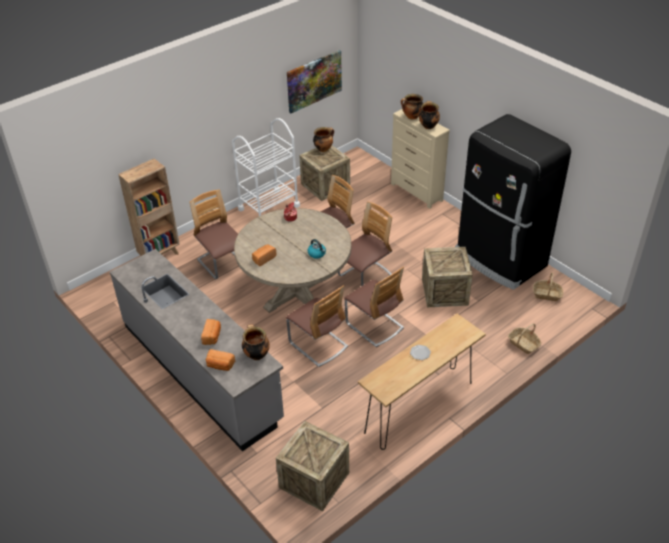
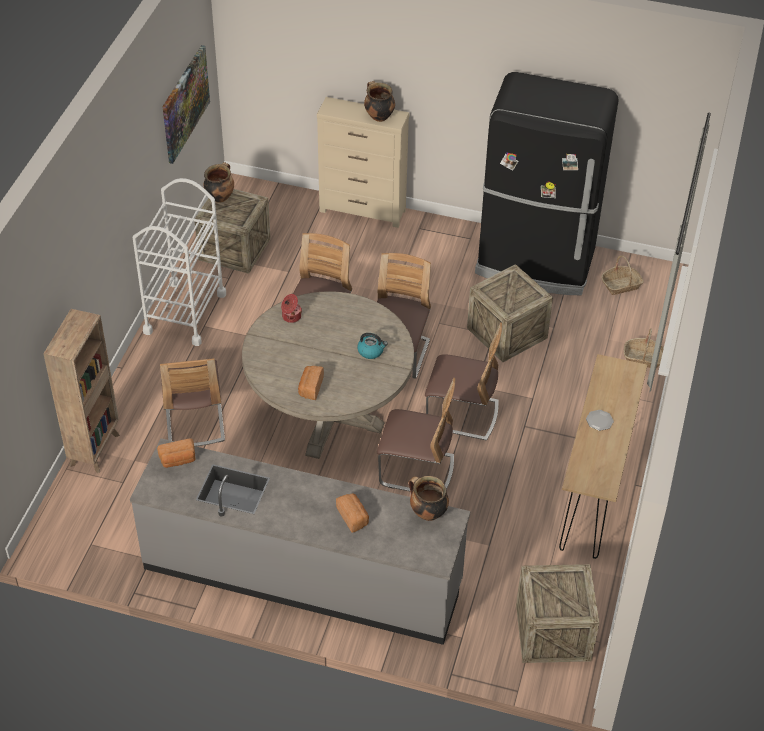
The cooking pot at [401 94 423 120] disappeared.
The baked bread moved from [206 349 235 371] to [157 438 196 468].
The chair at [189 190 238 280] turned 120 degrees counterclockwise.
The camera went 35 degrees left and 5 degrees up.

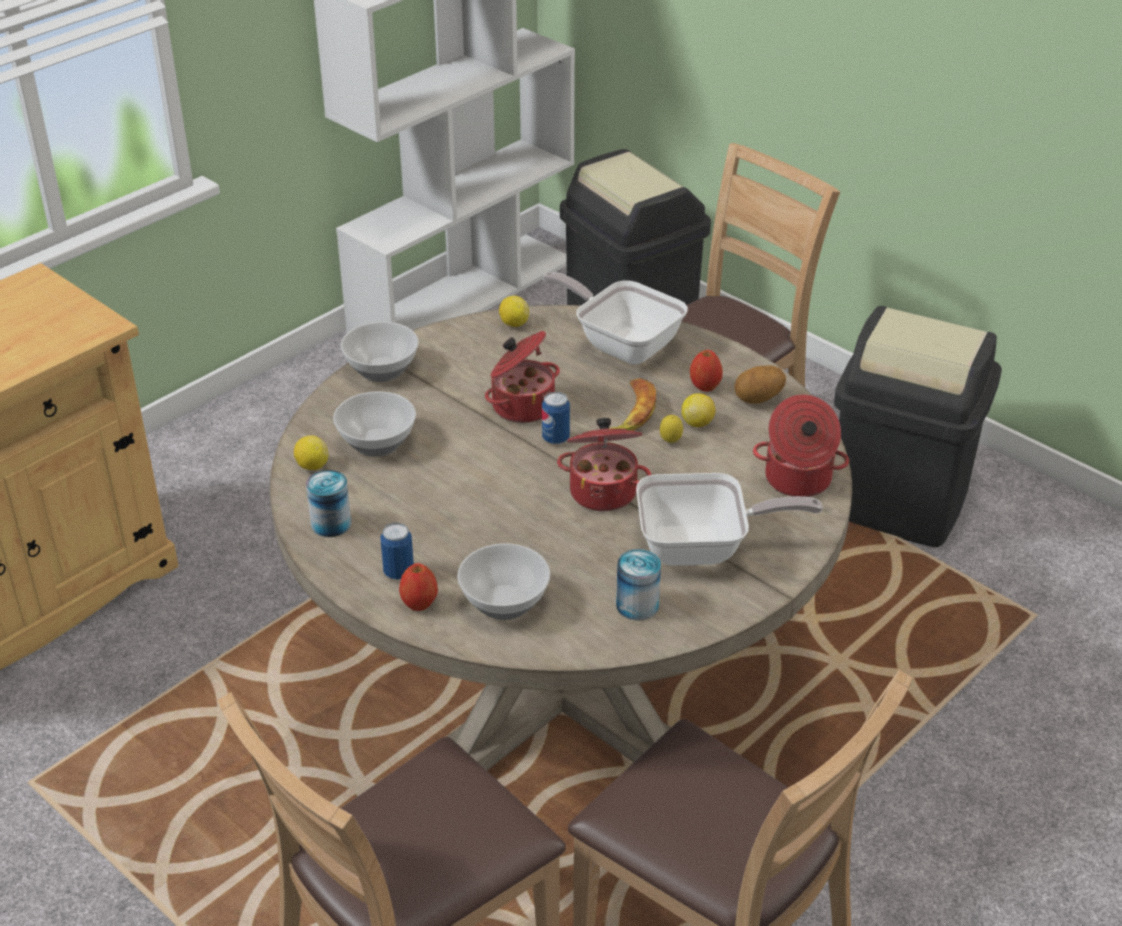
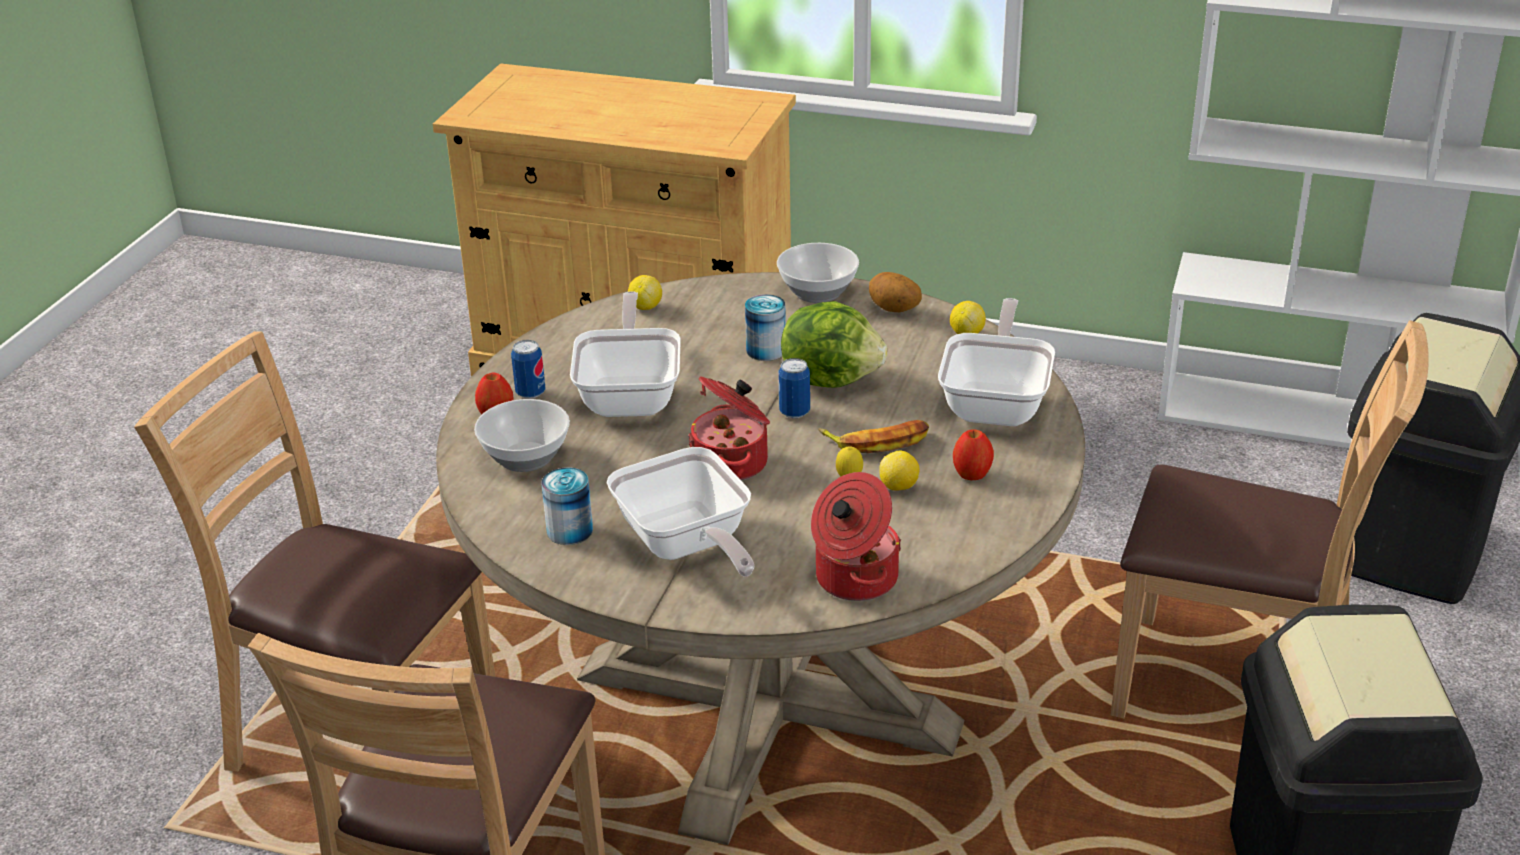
The bowl at [333 391 416 457] disappeared.
The skillet at [570 291 681 417] appeared.
The metal can moved from [306 470 351 537] to [745 294 786 361].
The spud moved from [734 366 786 404] to [869 272 922 312].
The cooking pot at [485 331 560 423] was replaced by the head of lettuce at [781 301 887 388].
The camera went 65 degrees right and 5 degrees down.

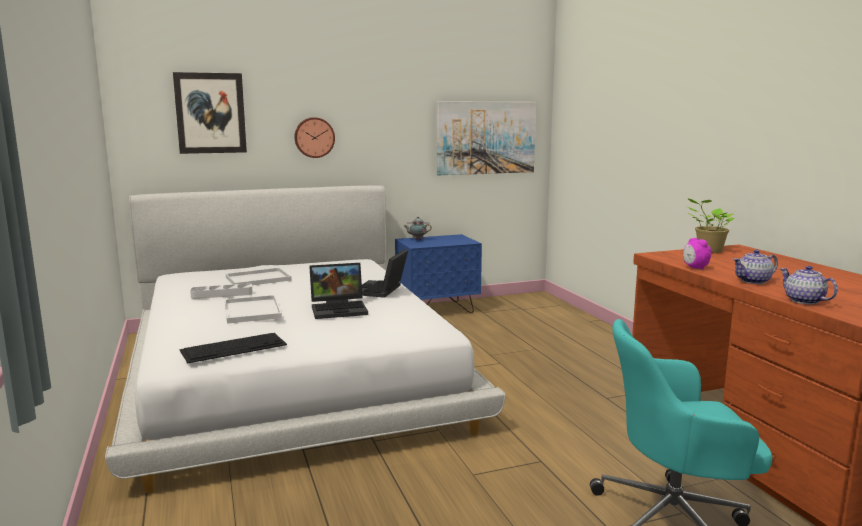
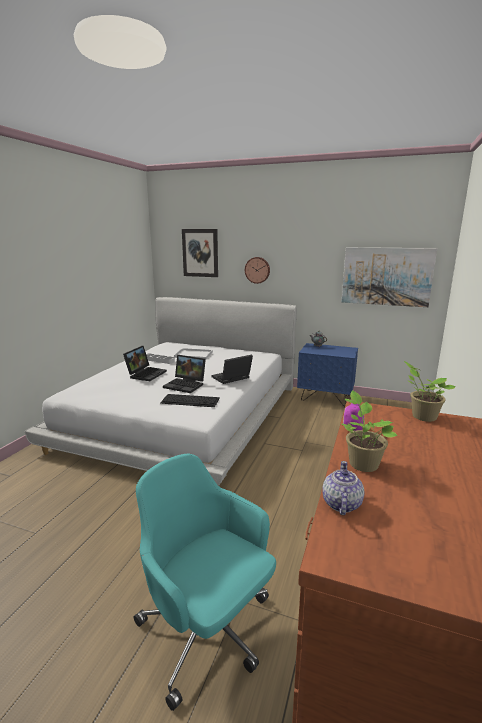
The keyboard moved from [179 333 287 363] to [160 394 220 407].
The white-coloured carrying tray at [225 295 282 324] was replaced by the notebook computer at [123 346 167 381].
The pot for tea at [733 249 778 284] was replaced by the houseplant at [341 390 398 472].
The camera went 40 degrees right and 5 degrees up.

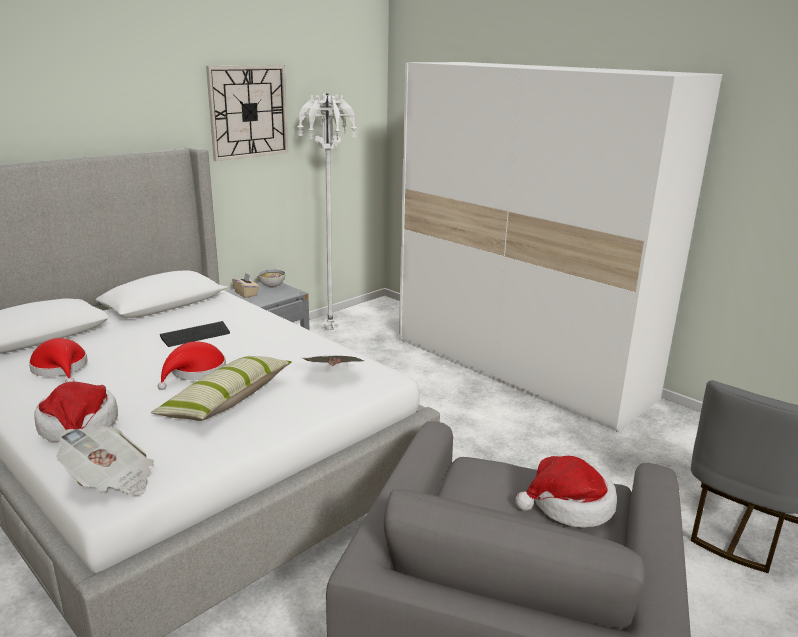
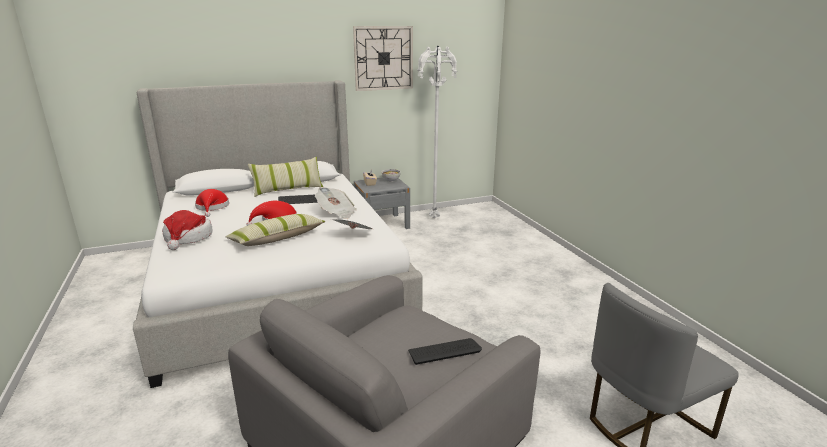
The white-coloured armoire at [399 62 722 432] disappeared.
The pillow at [248 157 323 197] appeared.
The printed paper moved from [56 426 154 495] to [315 187 357 219].
The wearable hat at [515 456 617 528] was replaced by the keyboard at [408 338 482 365].
The camera went 25 degrees right and 0 degrees up.

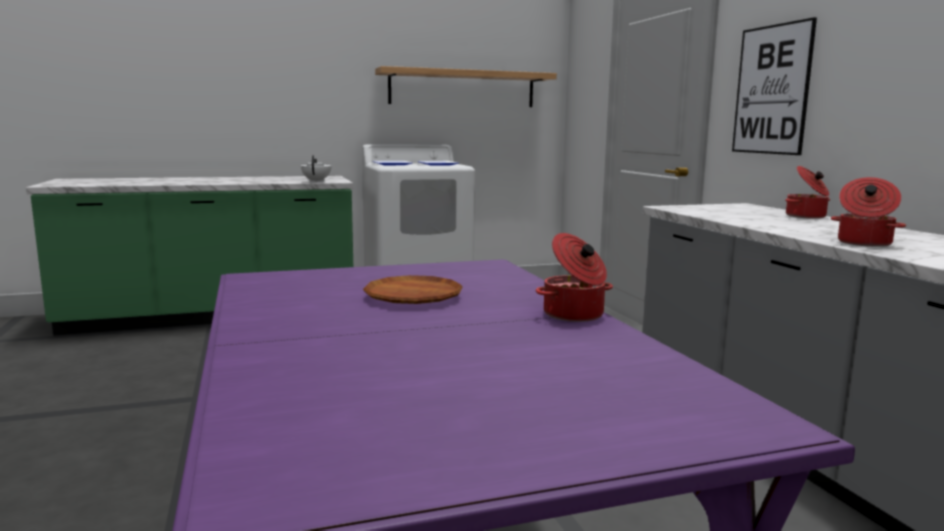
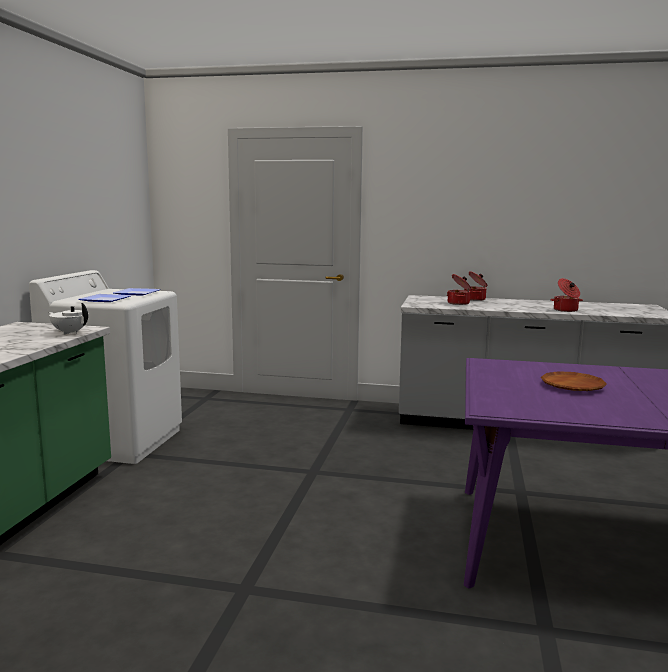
The bracket shelf at [375 66 557 107] disappeared.
The wall art at [732 17 817 155] disappeared.
The cooking pot moved from [535 233 613 322] to [447 274 471 305].
The camera went 60 degrees left and 0 degrees up.

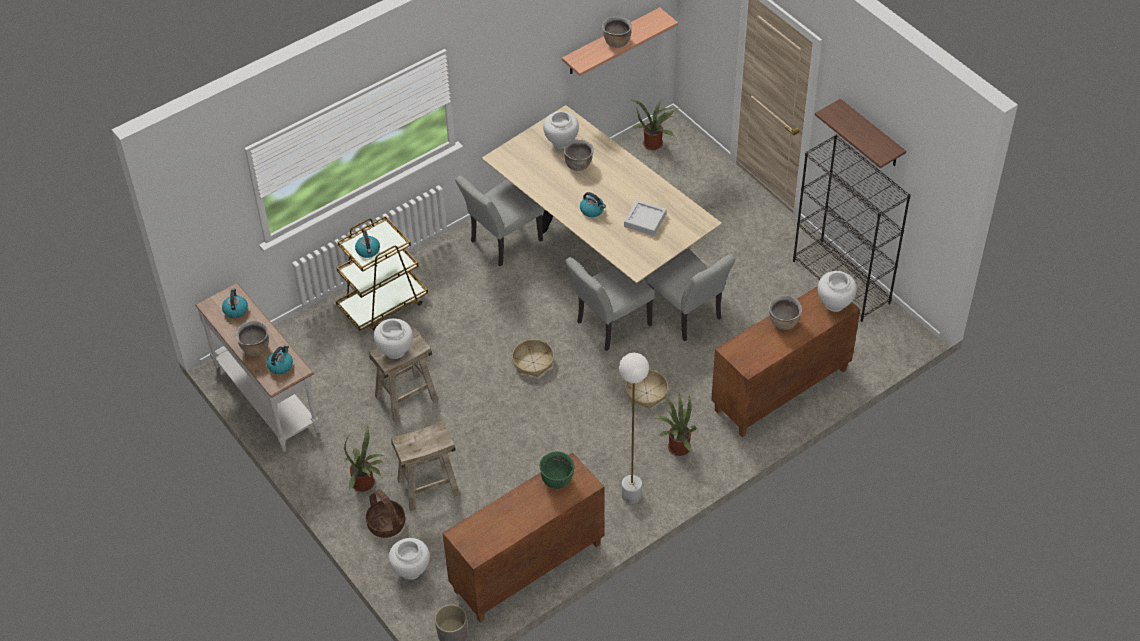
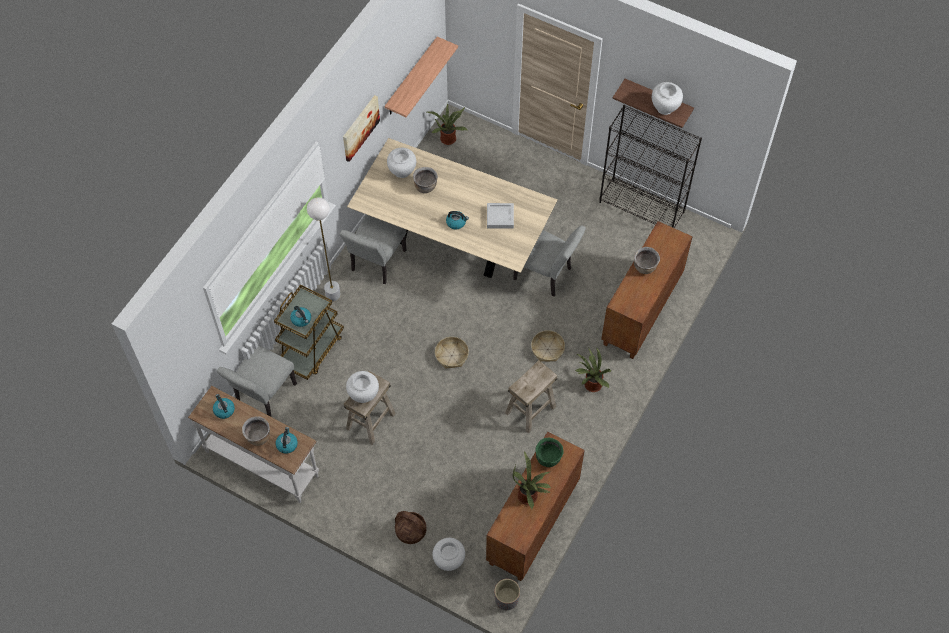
The brown cooking pot at [602 16 632 48] disappeared.
The wall art at [343 95 380 162] appeared.
The houseplant moved from [344 426 384 492] to [513 452 551 509].
The sand-coloured stool seat moved from [391 420 460 512] to [505 360 557 433].
The gray chair moved from [565 257 655 351] to [216 345 297 417].
The white-coloured floor lamp moved from [619 353 649 504] to [307 197 341 302].
The white-coloured vase moved from [818 271 857 312] to [652 82 683 115].
The camera went 25 degrees left and 10 degrees up.

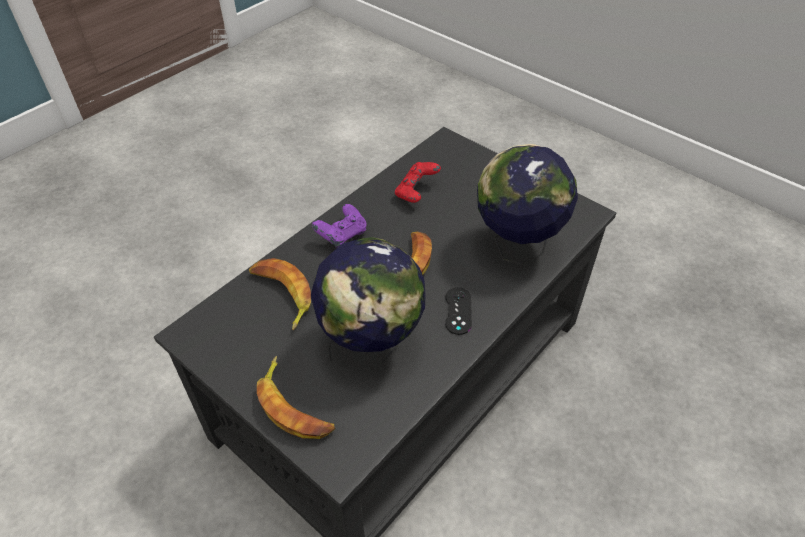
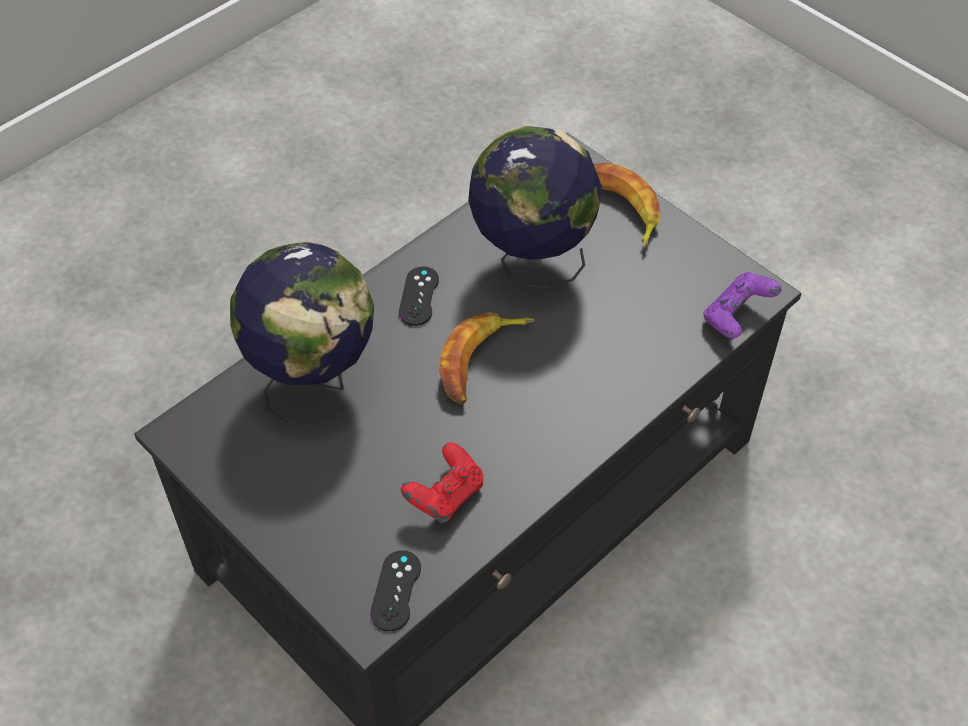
The banana fruit at [249 258 311 330] disappeared.
The black-coloured joypad at [370 550 421 631] appeared.
The purplish joypad moved from [312 204 366 247] to [703 272 782 339].
The camera went 175 degrees left and 5 degrees up.

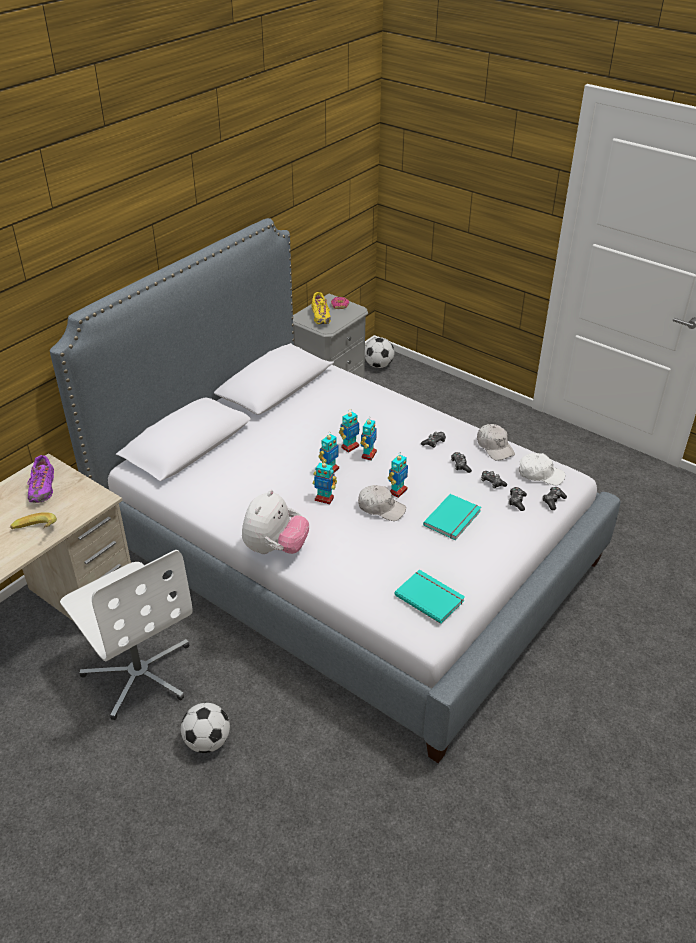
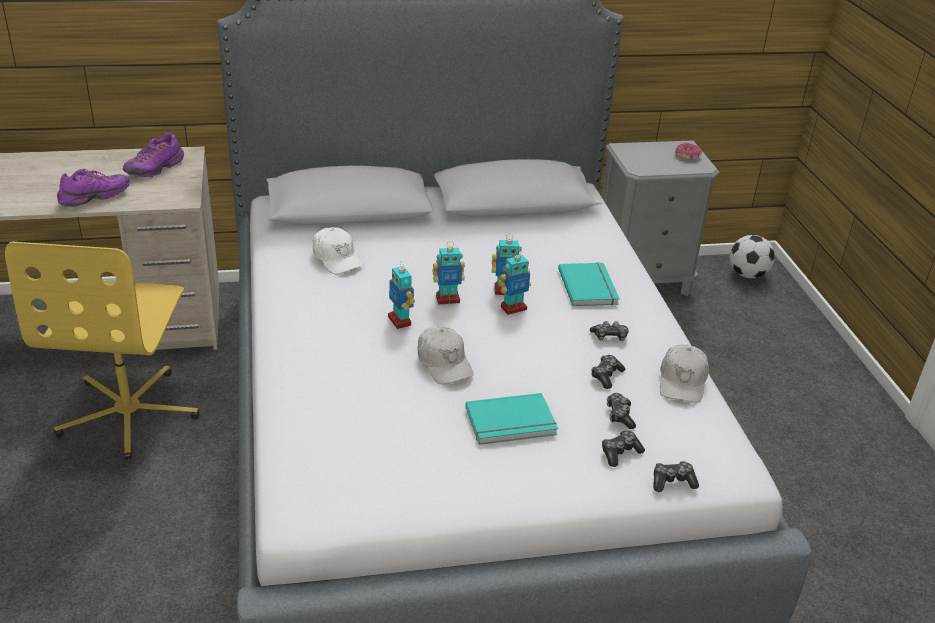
The ball for football at [181 703 230 753] disappeared.
The cuddly toy at [242 490 309 554] disappeared.
The yellow low shoe at [311 292 331 324] disappeared.
The robot figure at [388 452 408 498] disappeared.
The blue-green volume moved from [395 570 465 624] to [558 262 620 306].
The white-coloured peaked cap moved from [519 453 565 485] to [313 227 363 274].
The banana fruit at [10 512 57 529] was replaced by the purplish low shoe at [57 169 130 207].
The white-coloured office chair at [60 550 193 720] became the yellow office chair at [5 241 199 460].
The camera went 40 degrees right and 5 degrees down.

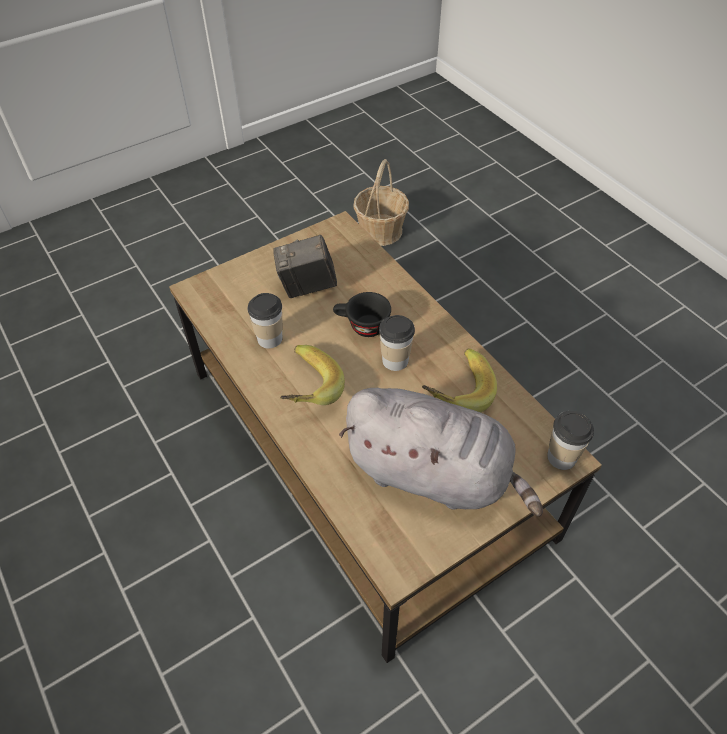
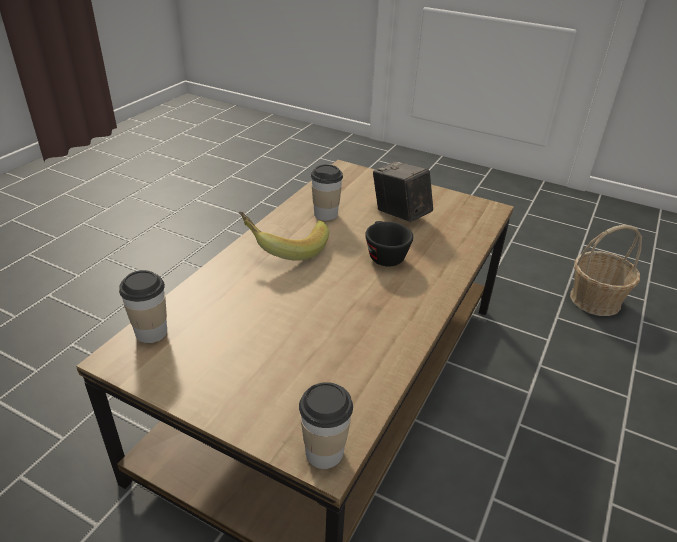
The gray cuddly toy at [339 388 543 517] disappeared.
The banana fruit at [422 349 497 412] disappeared.
The cup moved from [379 315 415 371] to [119 270 167 343].
The camera went 60 degrees right and 15 degrees down.

